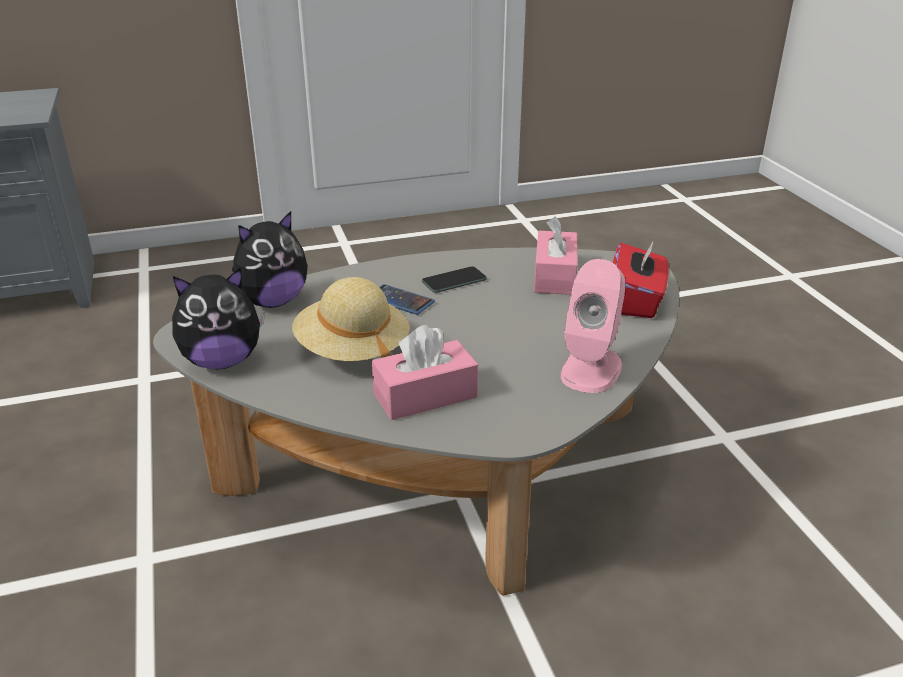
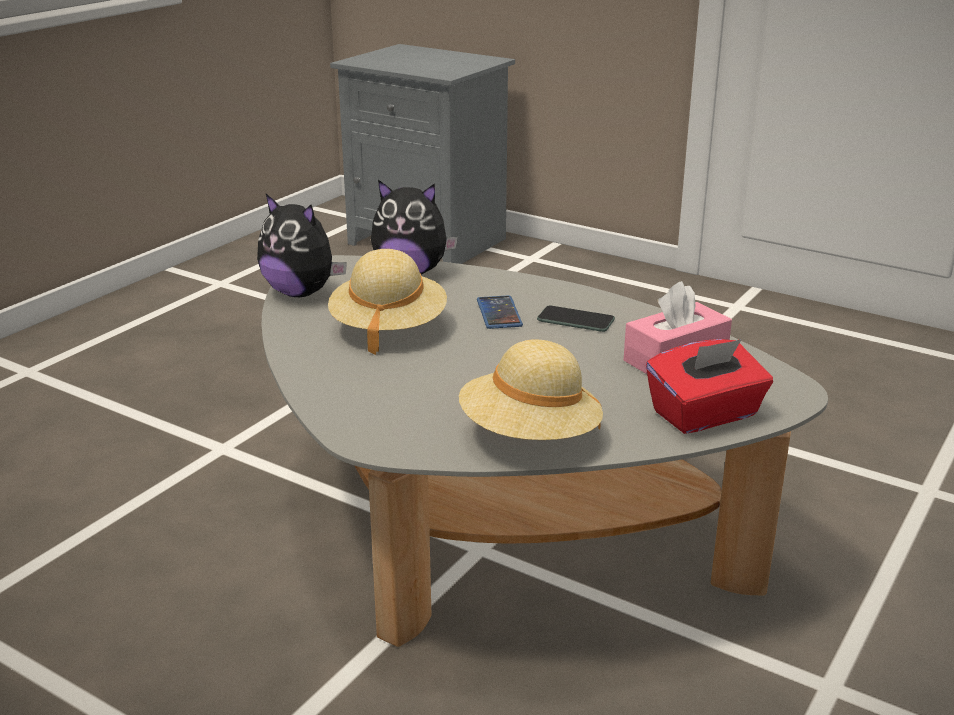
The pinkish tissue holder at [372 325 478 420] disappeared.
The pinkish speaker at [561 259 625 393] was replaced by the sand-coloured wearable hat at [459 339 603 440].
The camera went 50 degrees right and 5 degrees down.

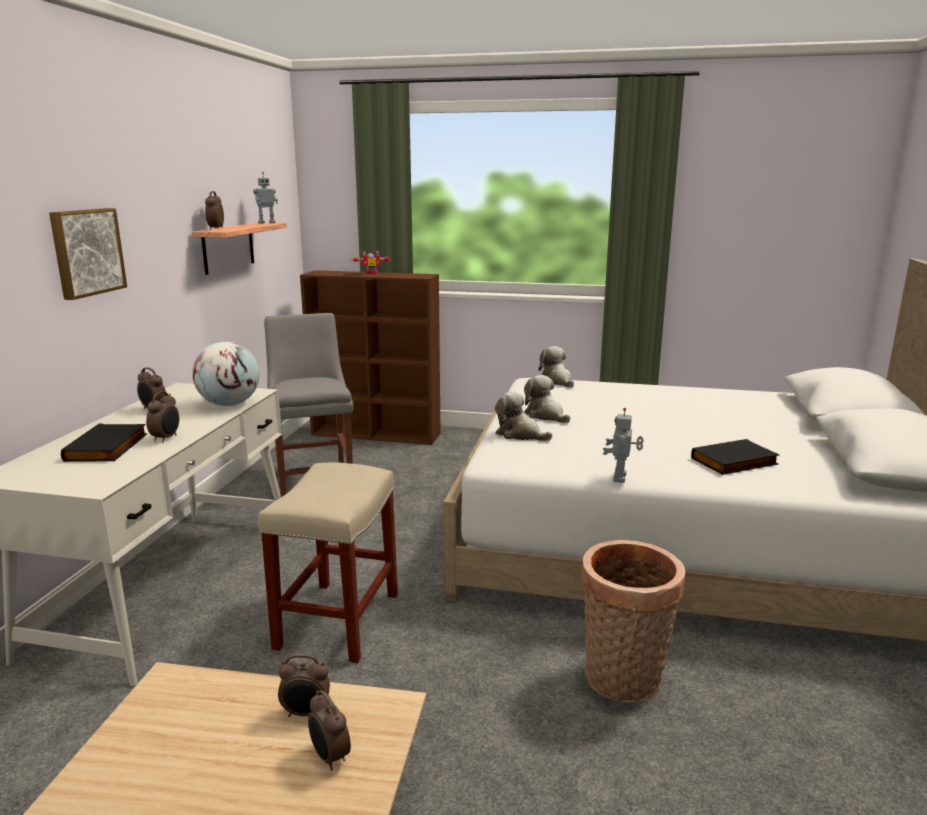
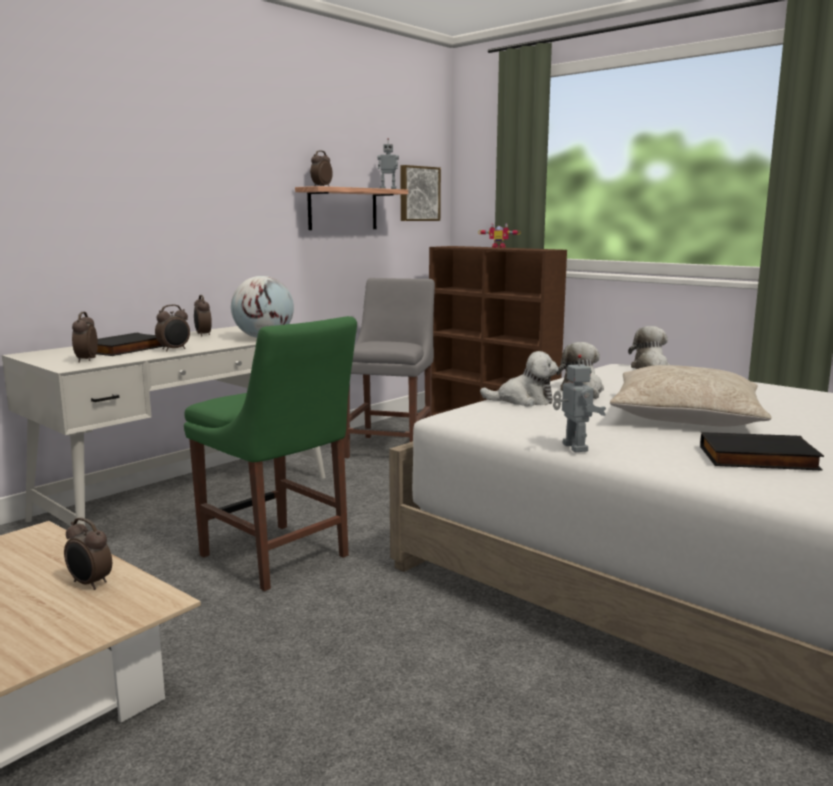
The household basket at [581 540 685 702] disappeared.
The sand-coloured pillow at [610 365 771 427] appeared.
The wall art moved from [49 208 127 300] to [400 165 441 221].
The table clock moved from [308 690 351 770] to [72 312 98 363].
The sand-coloured stool seat at [258 463 398 663] was replaced by the greenish chair at [184 316 357 591].
The cuddly toy at [495 391 552 441] turned 120 degrees clockwise.
The robot figure at [603 408 644 483] turned 120 degrees clockwise.
The camera went 30 degrees right and 5 degrees down.

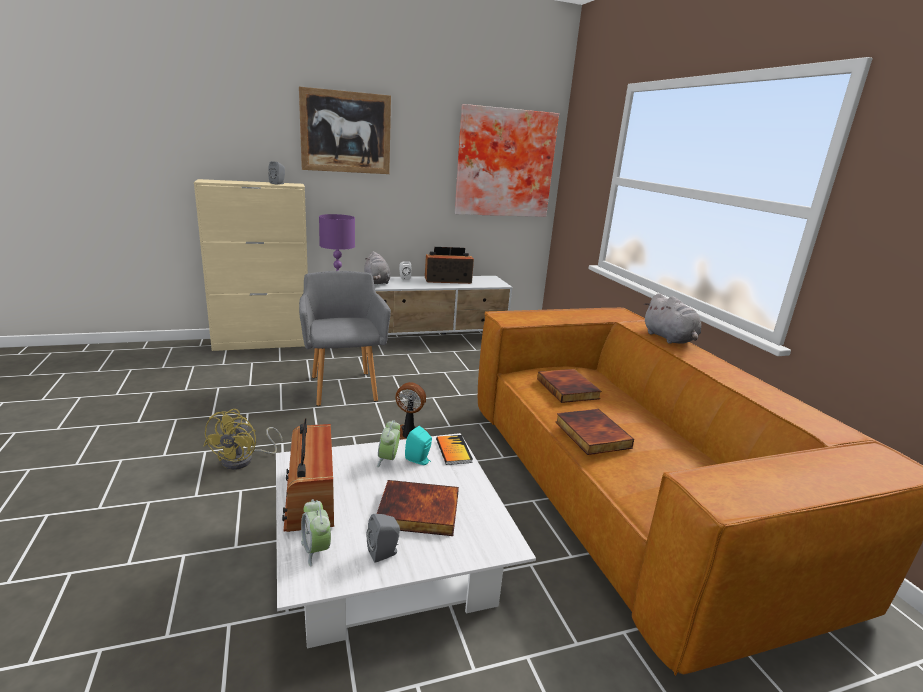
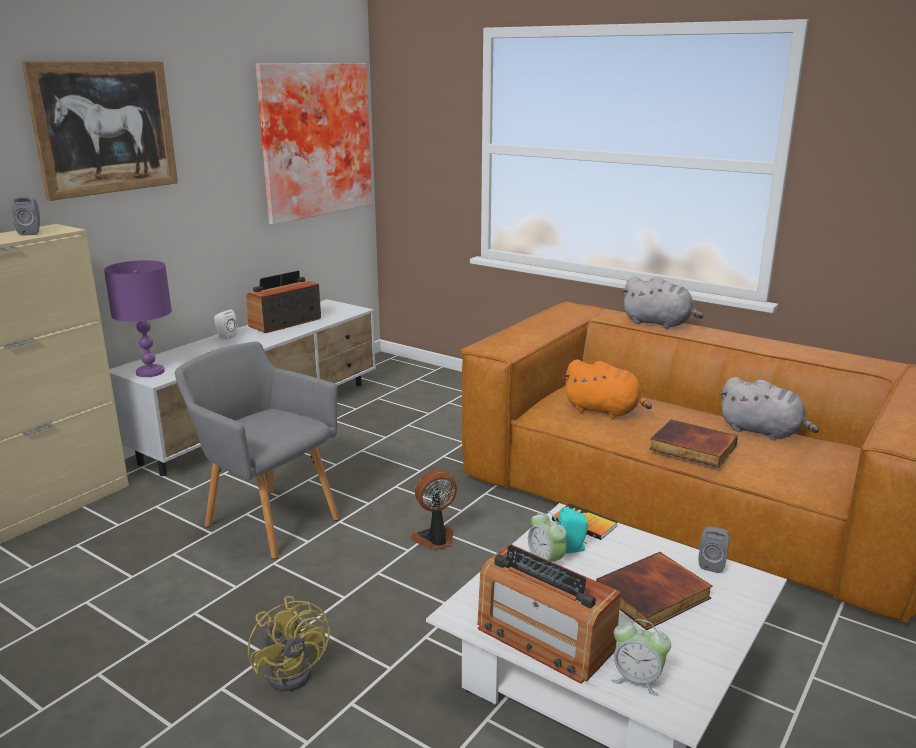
The gray cuddly toy moved from [364 251 391 284] to [719 377 819 440].
The gray speaker moved from [366 514 400 563] to [698 526 729 573].
The volume at [537 369 602 403] was replaced by the orangey cuddly toy at [563 359 652 418].
The camera went 35 degrees left and 0 degrees up.

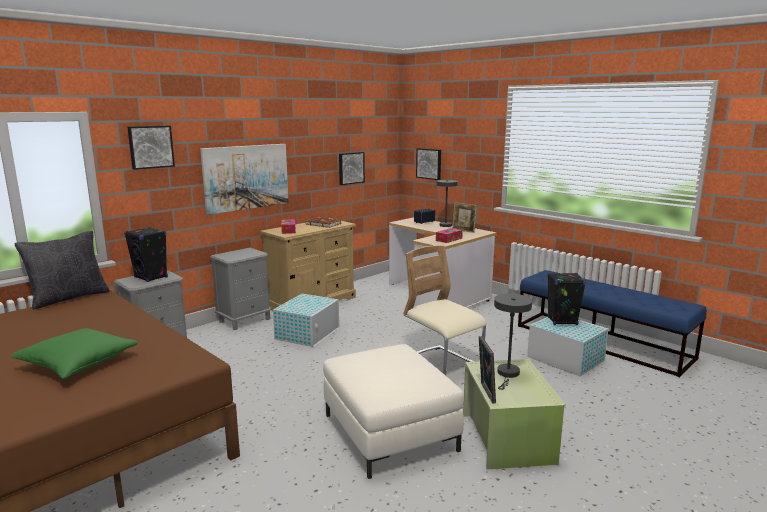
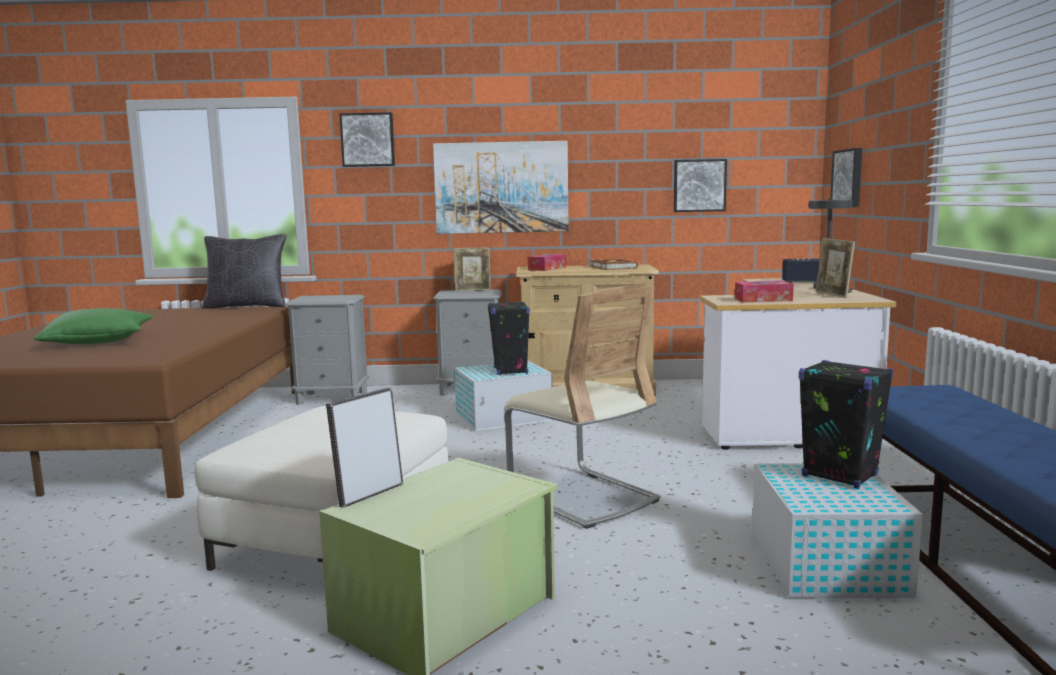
The gray table lamp at [494 293 532 390] disappeared.
The picture frame at [454 248 491 292] appeared.
The black-coloured speaker moved from [124 227 168 282] to [488 302 530 375].
The sand-coloured chair at [403 245 487 375] turned 135 degrees clockwise.
The camera went 45 degrees right and 5 degrees down.

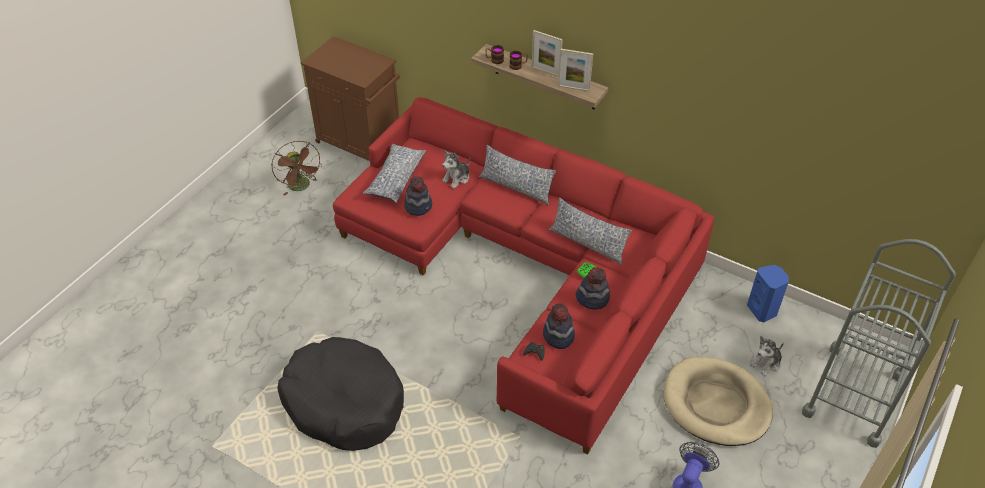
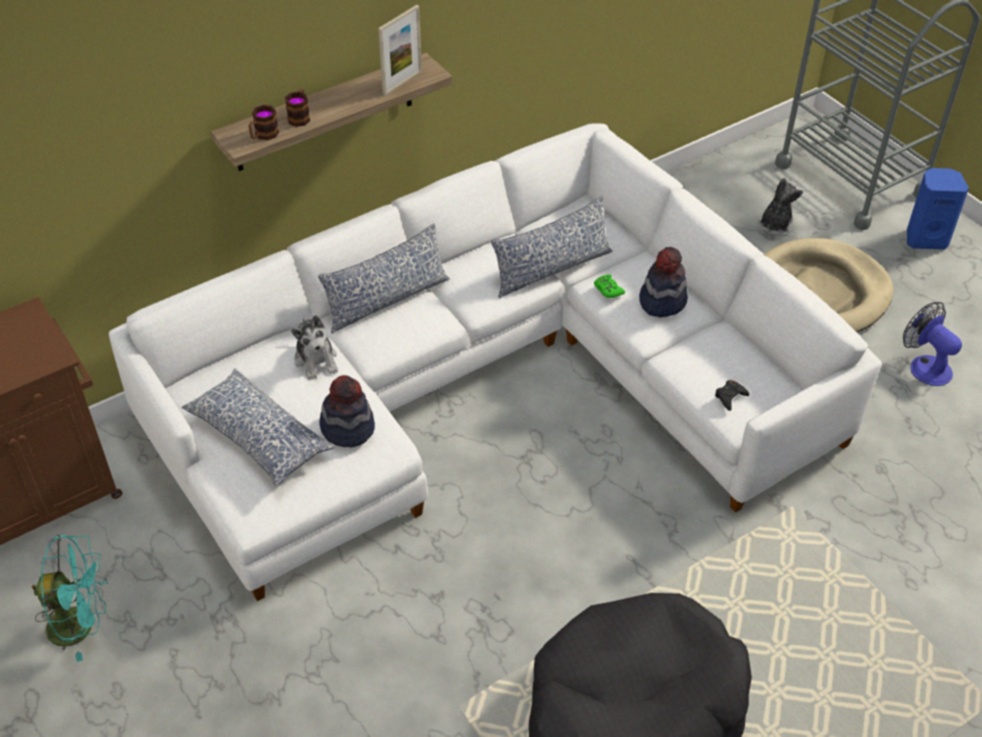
The picture frame at [532 30 563 77] disappeared.
The wearable hat at [543 304 575 349] disappeared.
The blue speaker moved from [747 265 789 322] to [907 168 969 250].
The brown fan at [271 141 322 196] became the blue-green fan at [32 535 108 662].
The reddish settee at [333 97 714 455] became the white-coloured settee at [109 123 882 601].
The cuddly toy at [750 336 784 376] turned 135 degrees counterclockwise.
The camera went 65 degrees left and 0 degrees up.

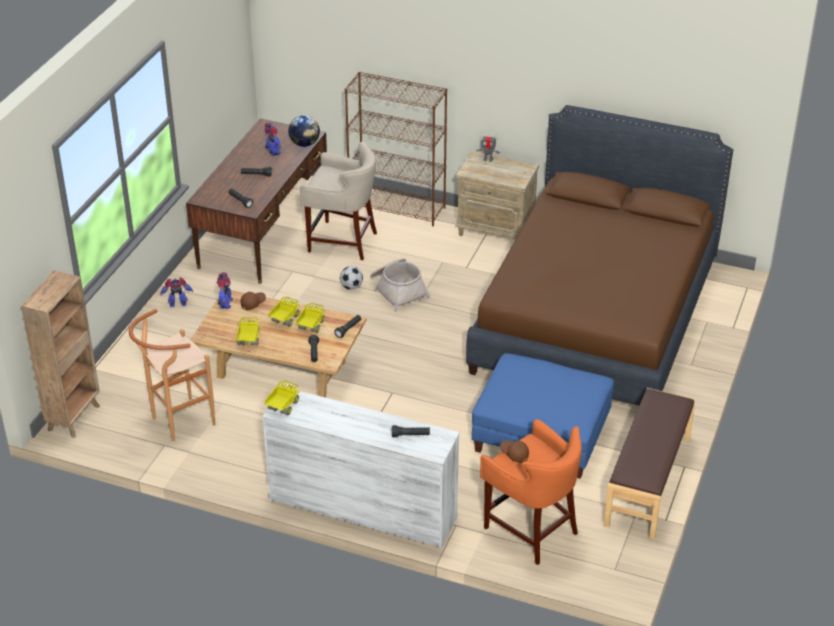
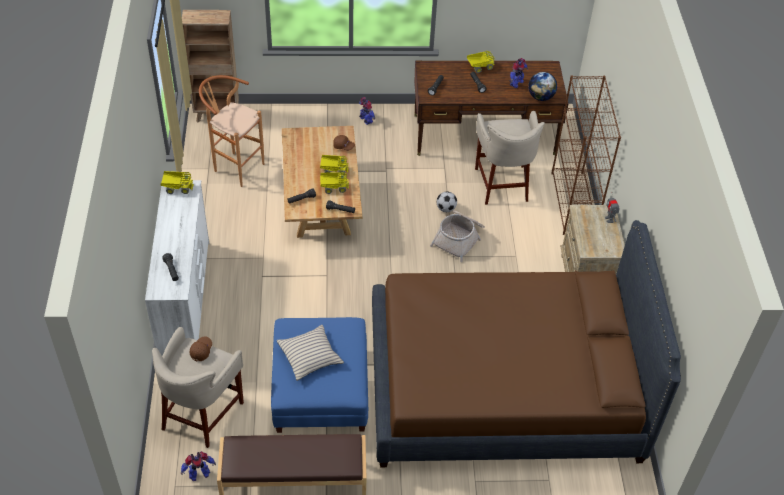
The sand-coloured pillow at [277 325 344 381] appeared.
The robot figure moved from [217 272 233 309] to [181 451 216 481].
The toy truck moved from [236 317 259 345] to [467 51 495 73].
The orangey stool seat at [480 419 582 565] became the sand-coloured stool seat at [152 327 244 448].
The camera went 65 degrees right and 10 degrees up.

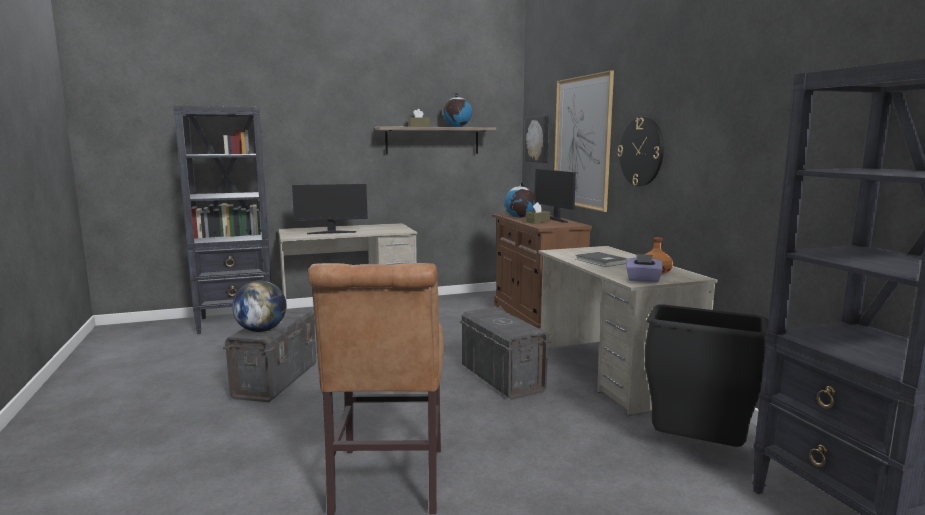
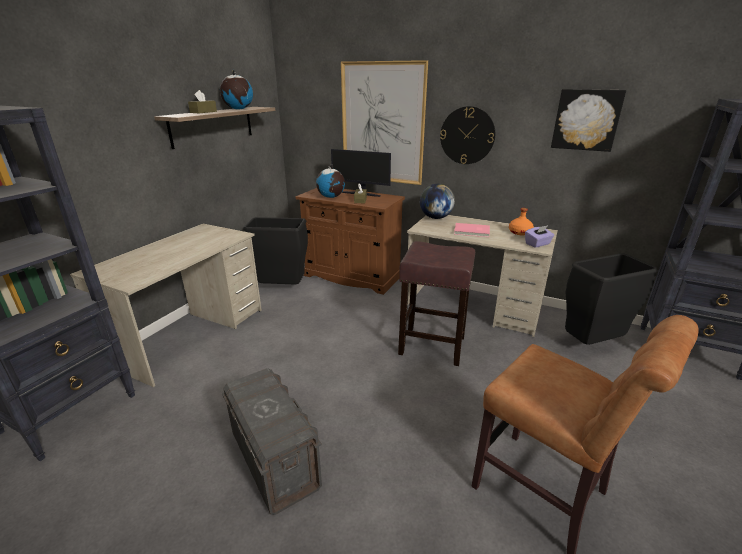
The monitor at [292 184 368 234] disappeared.
The black-coloured rubbish bin at [243 217 308 284] appeared.
The globe moved from [232 281 286 332] to [420 184 455 219].
The wall art moved from [525 116 549 163] to [551 89 626 152].
The gray storage container at [460 307 551 400] was replaced by the brown stool seat at [398 241 475 366].
The gray volume at [576 252 627 267] became the pinkish volume at [454 223 490 237].
The camera went 45 degrees left and 15 degrees up.

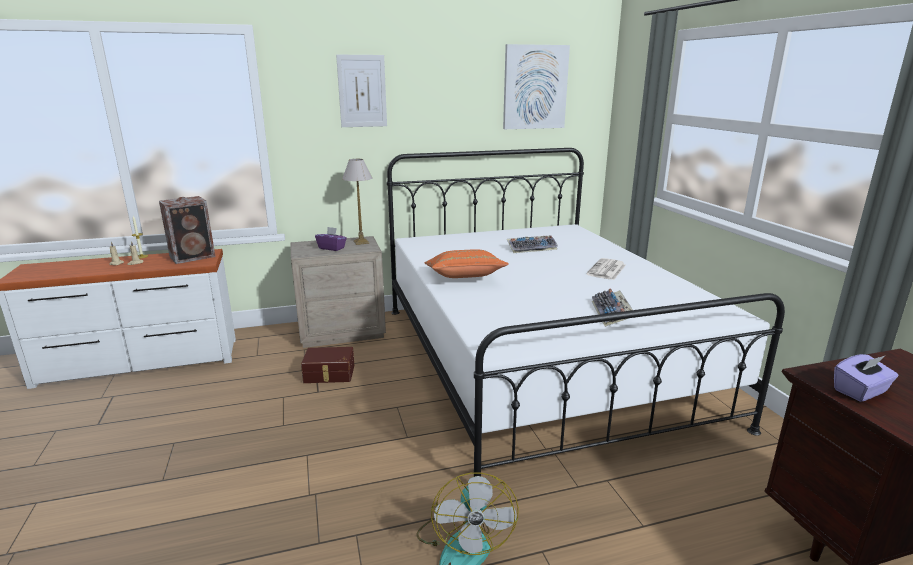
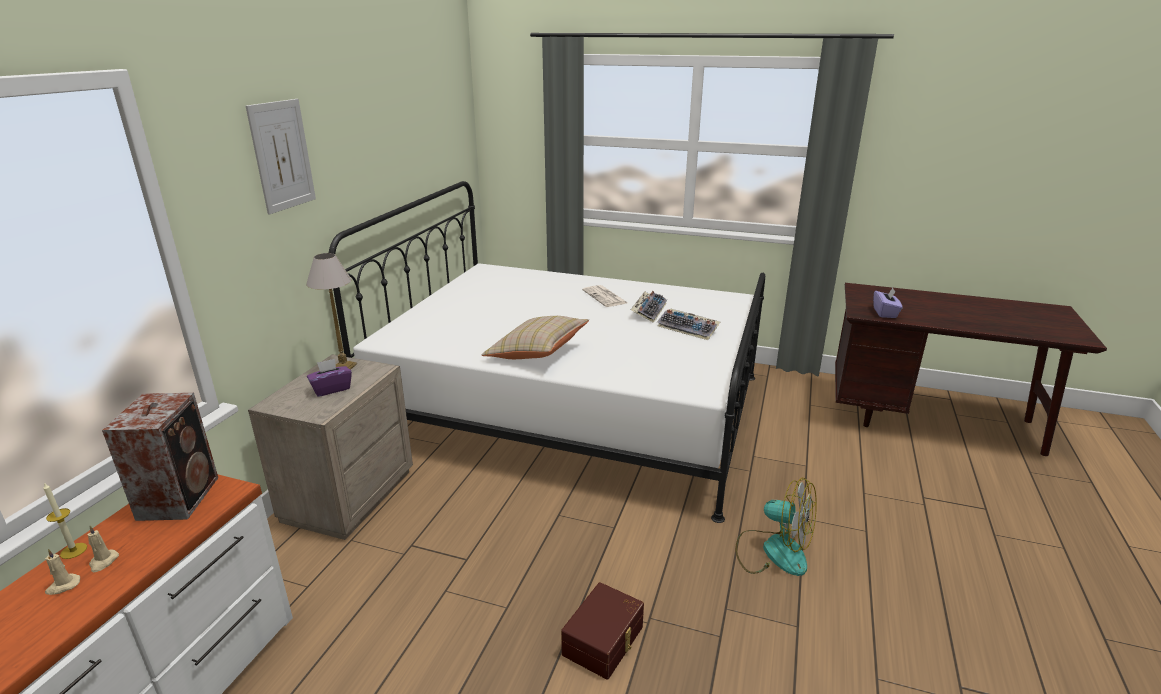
The wall art at [503 44 570 129] disappeared.
The brown storage container moved from [301 347 354 383] to [561 582 644 680].
The keyboard moved from [507 236 558 253] to [630 291 667 323].
The orangey pillow at [425 249 509 278] became the sand-coloured pillow at [482 316 589 359].
The camera went 55 degrees left and 5 degrees up.

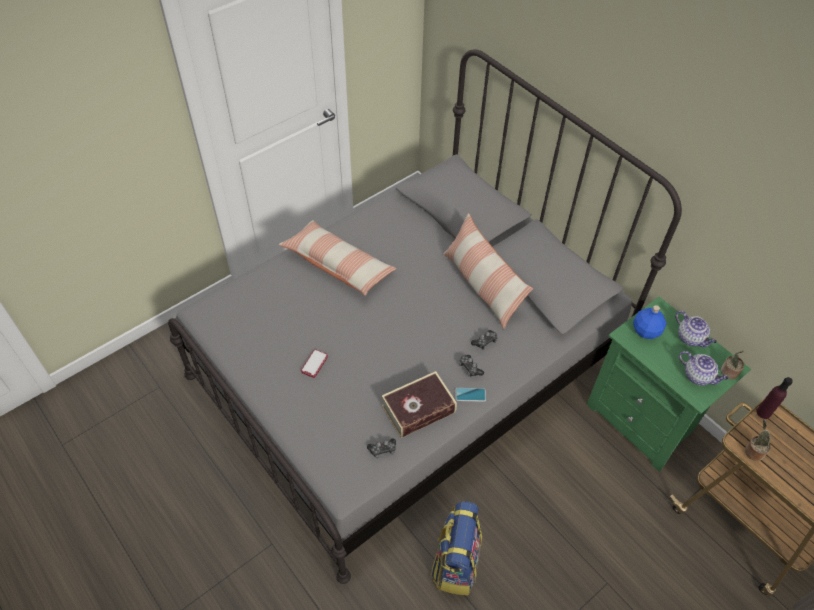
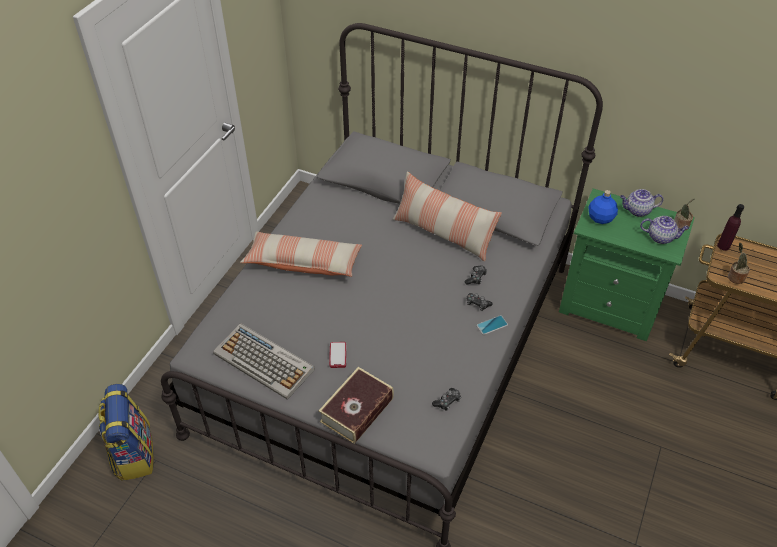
The keyboard at [213 323 315 400] appeared.
The volume moved from [382 371 457 438] to [319 367 394 444].
The knapsack moved from [431 502 482 596] to [98 384 154 481].
The pot for tea at [675 311 717 347] turned 150 degrees clockwise.
The camera went 25 degrees left and 5 degrees down.

